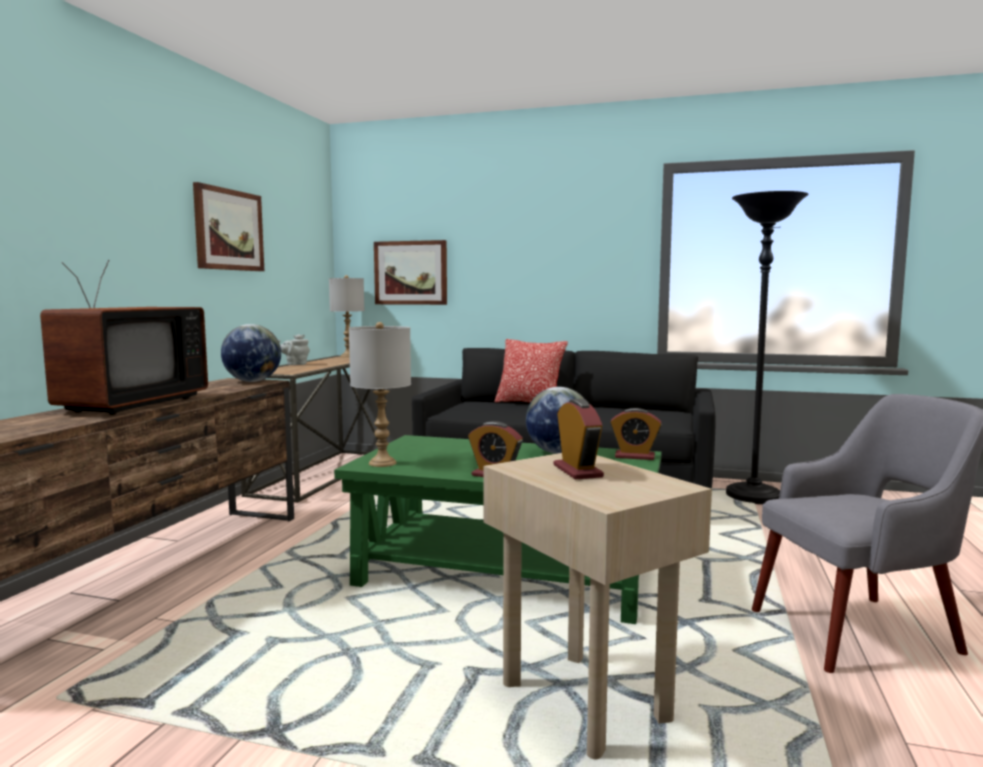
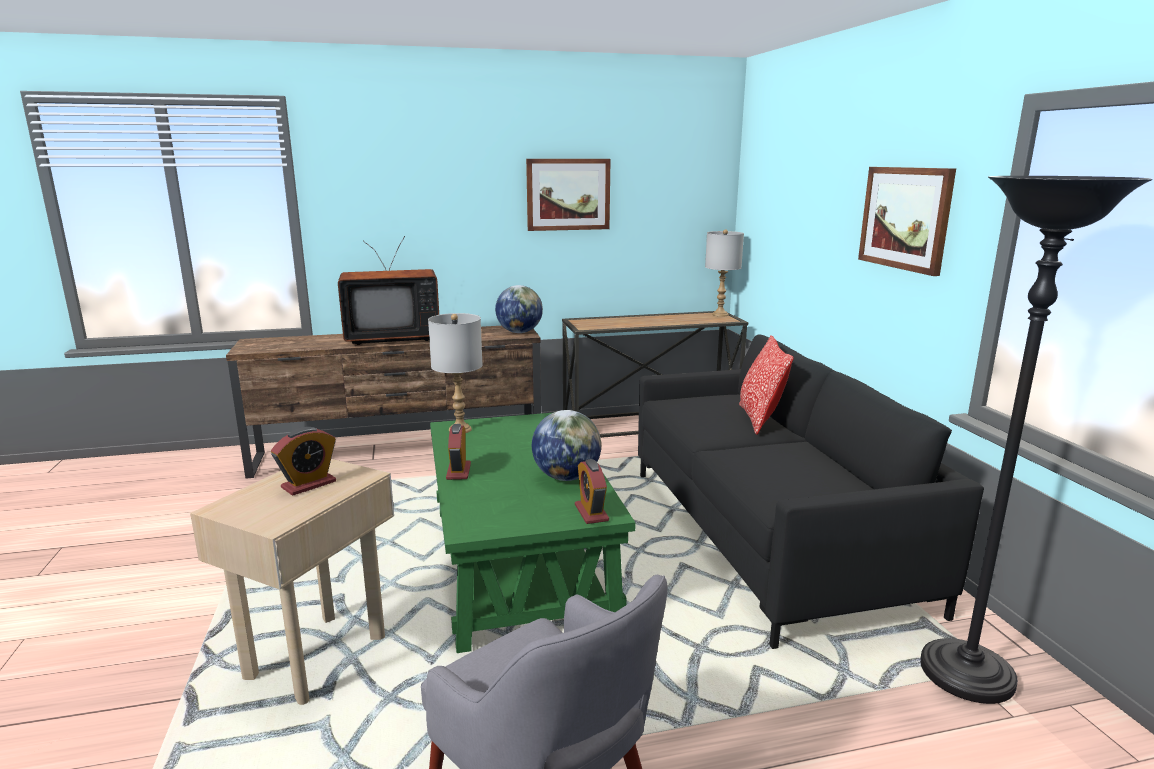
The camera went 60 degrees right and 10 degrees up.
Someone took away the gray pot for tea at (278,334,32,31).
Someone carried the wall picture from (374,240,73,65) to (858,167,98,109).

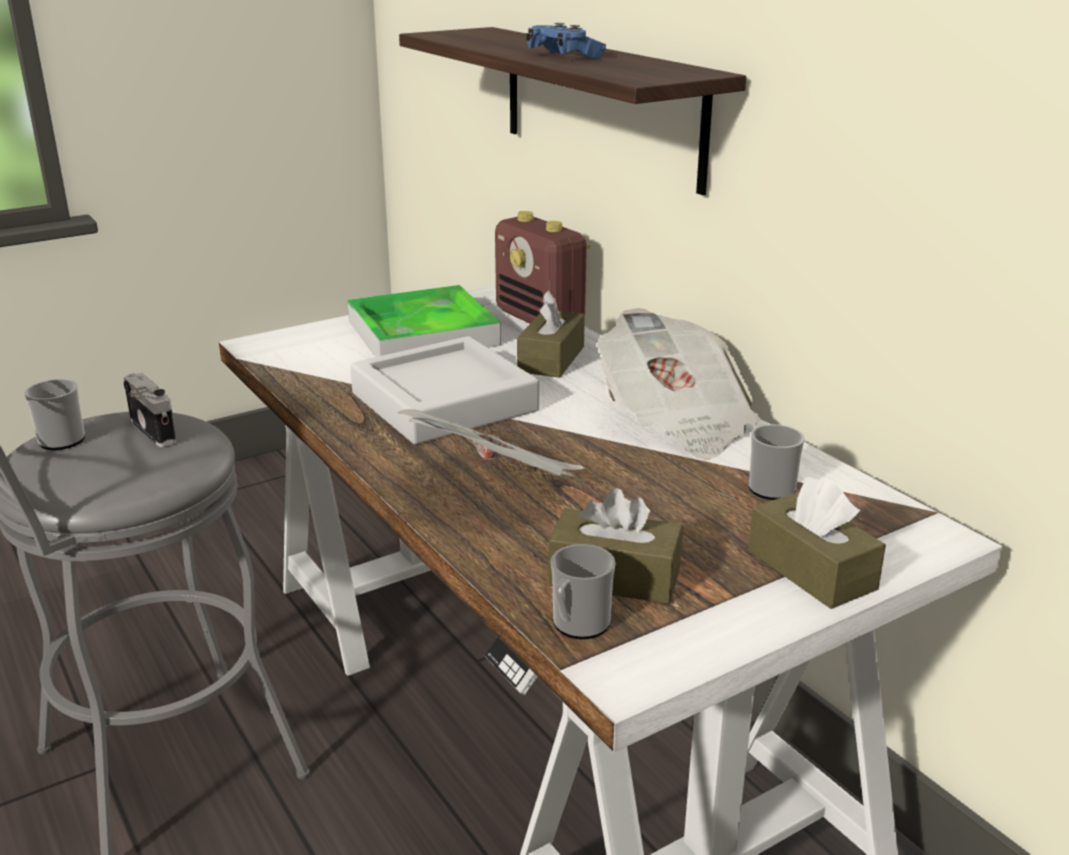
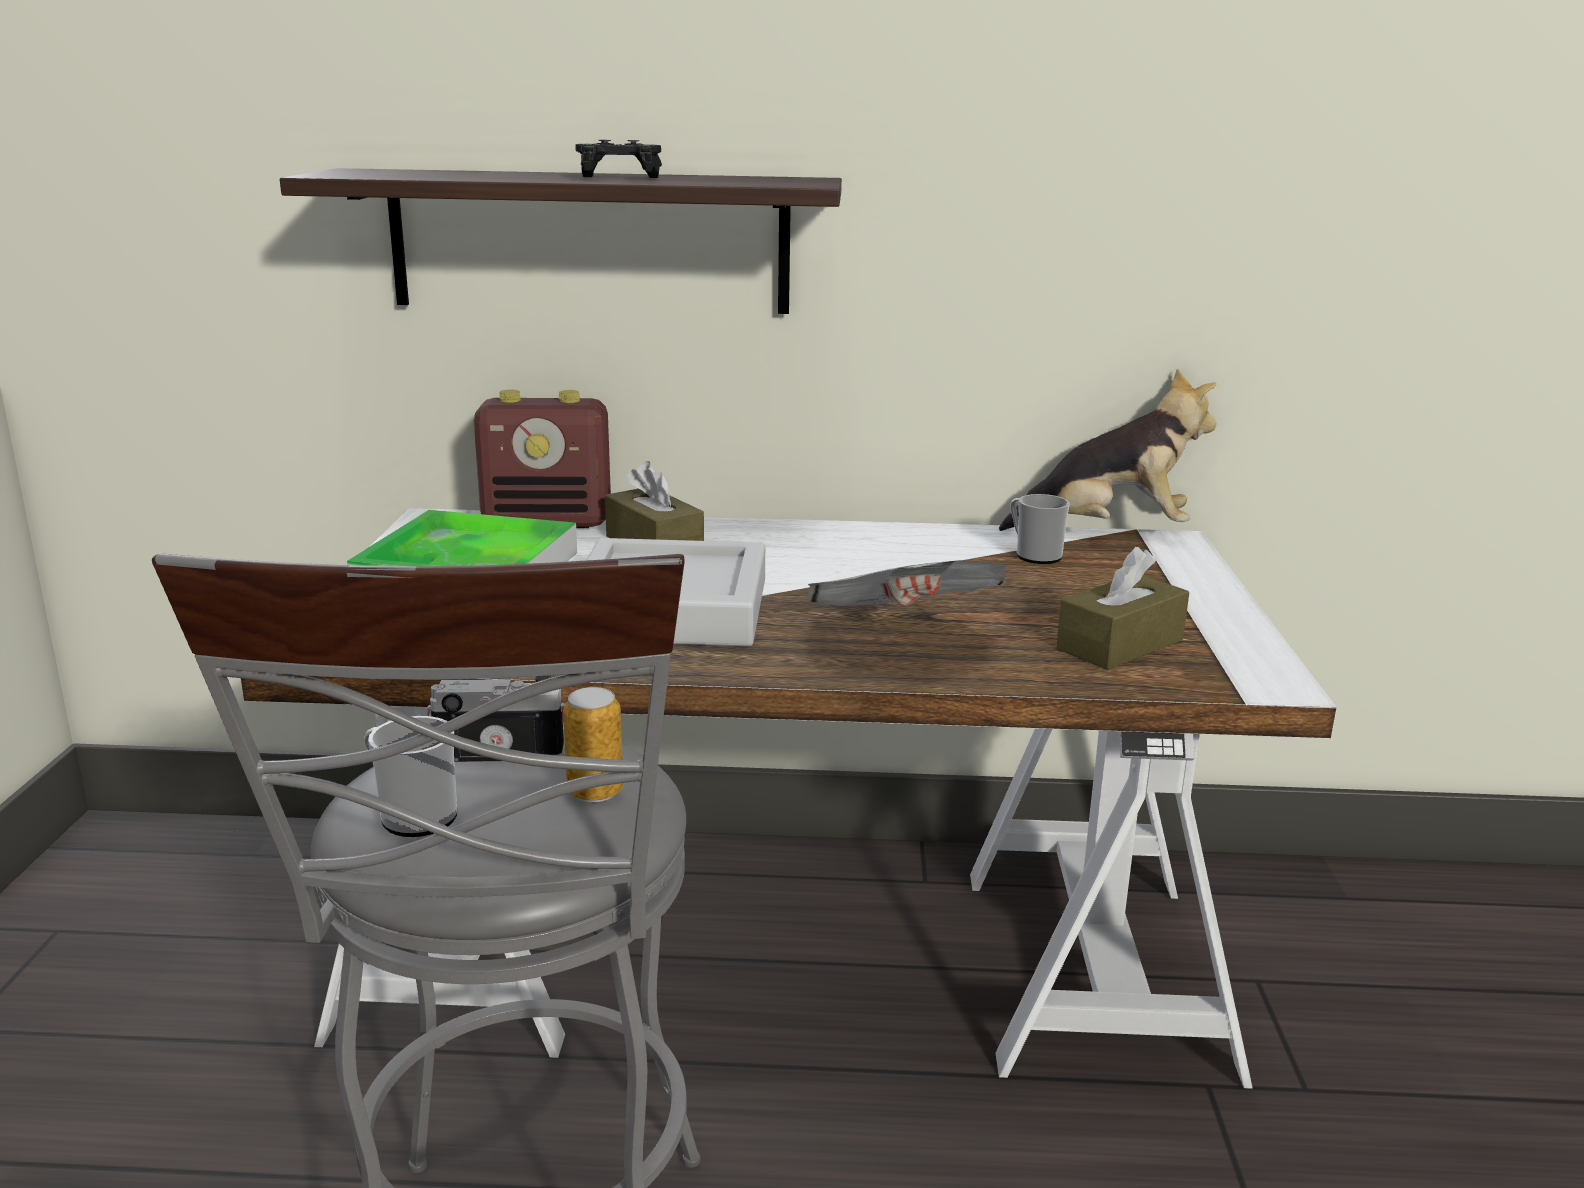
The camera went 55 degrees left and 5 degrees down.
Someone repainted the blue joypad at (526,23,80,36), which became the black joypad at (575,140,87,38).
Someone took away the tea mug at (551,544,64,95).
Someone took away the printed paper at (597,309,163,151).
Someone took away the brownish tissue box at (748,477,138,132).
Someone put down the metal can at (563,687,60,115).
Someone put down the plush toy at (999,369,218,162).

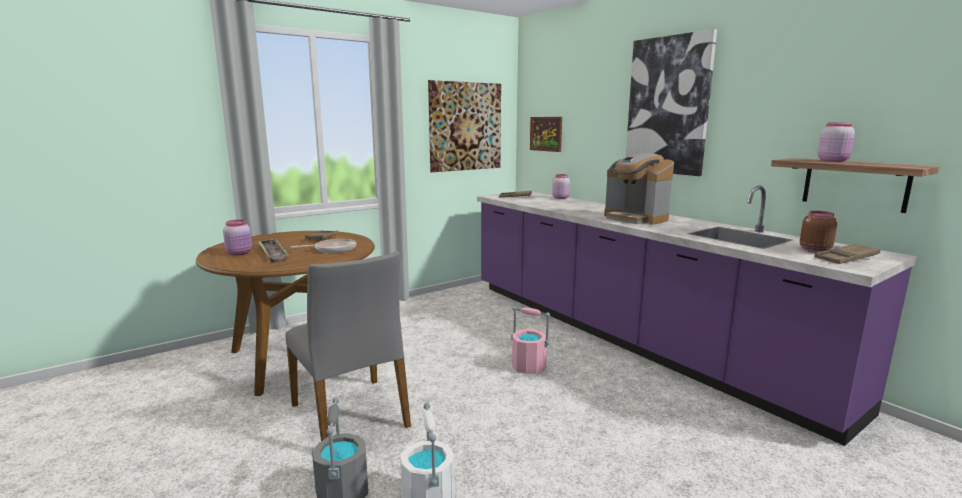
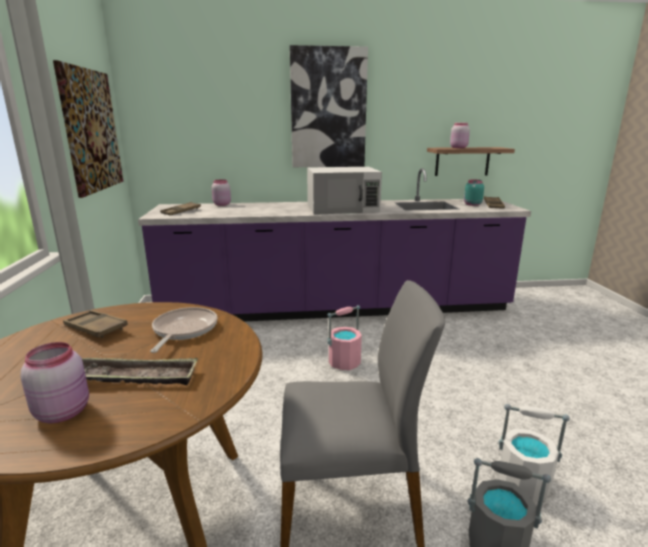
The camera went 60 degrees left and 5 degrees up.
Someone took away the wall picture at (530,117,32,35).
Someone swapped the coffee machine at (604,153,70,72) for the white microwave at (307,167,75,48).
Someone repainted the brownish storage jar at (800,211,37,42), which became the blue-green storage jar at (464,180,20,26).

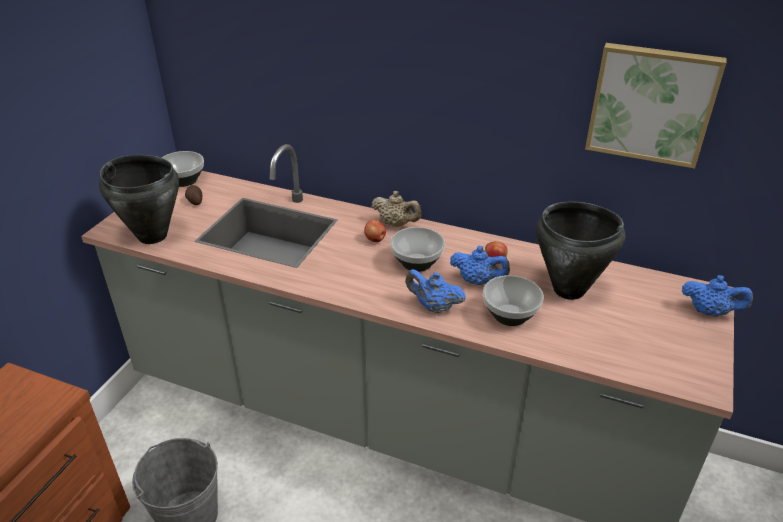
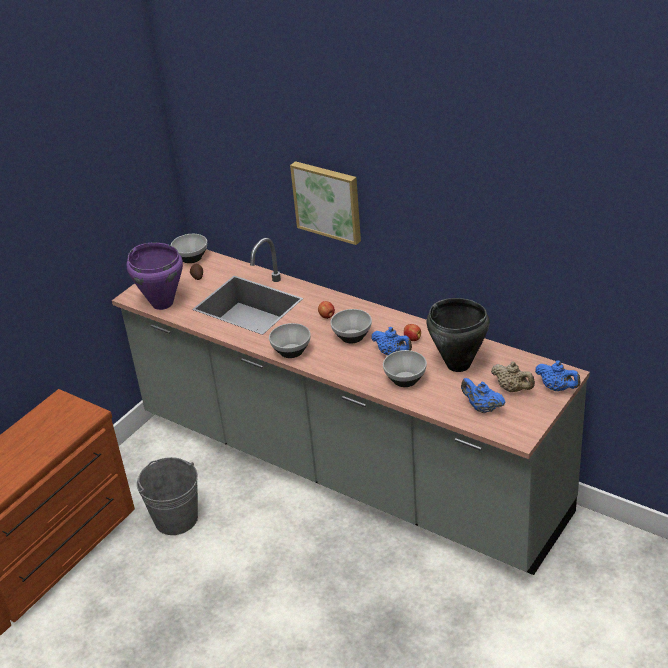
The camera went 15 degrees right and 0 degrees up.
Someone repainted the black saucepot at (99,155,80,89), which became the purplish saucepot at (127,242,56,68).
Someone carried the beige pot for tea from (371,191,50,36) to (491,361,44,31).
Someone carried the blue pot for tea from (405,269,61,45) to (461,378,44,35).
Someone carried the wall picture from (585,43,142,125) to (290,161,71,84).
Someone put down the serving bowl at (269,323,42,35).

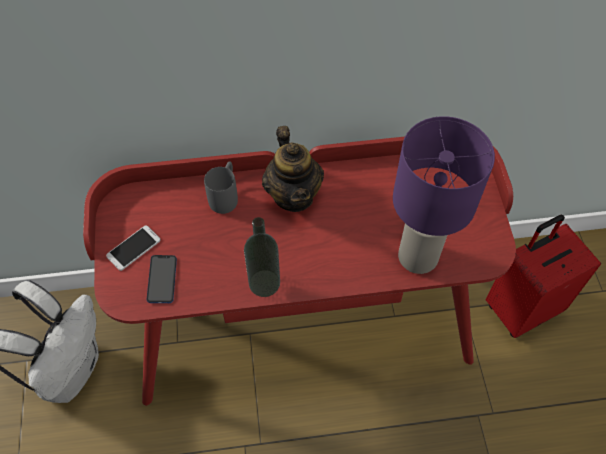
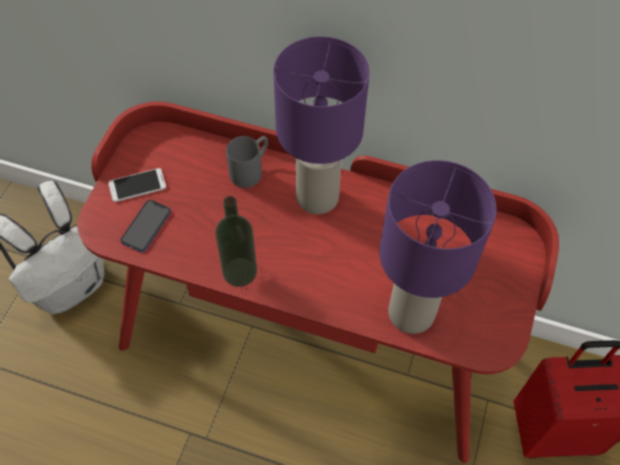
The camera went 25 degrees right and 0 degrees up.
Someone swapped the pot for tea at (262,126,62,86) for the purplish lamp for a table at (274,36,96,178).

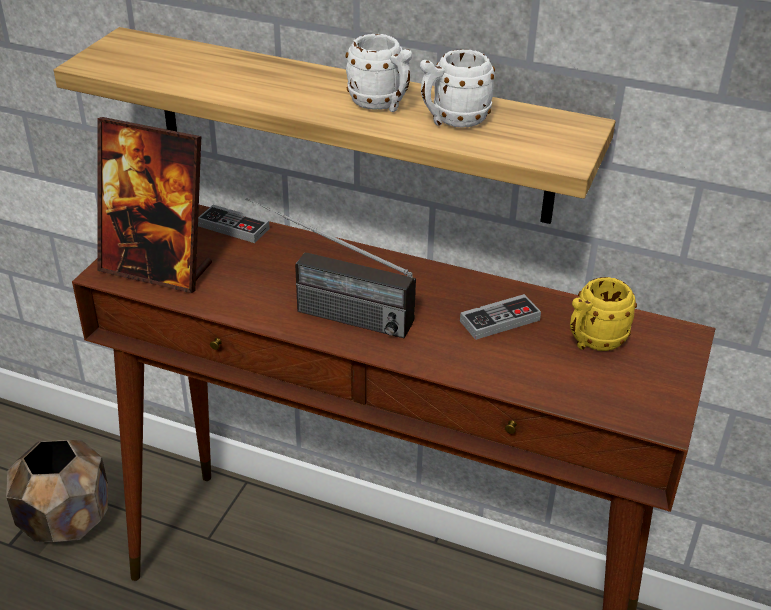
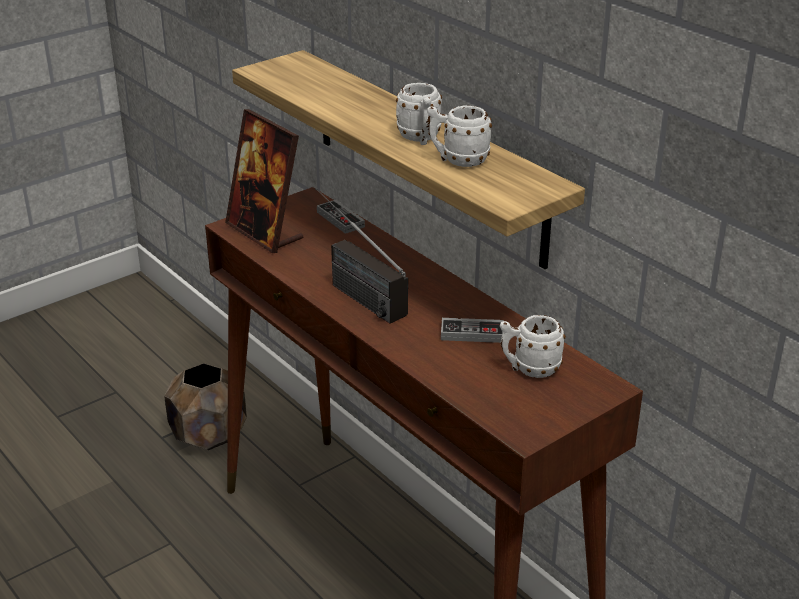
The camera went 30 degrees right and 5 degrees down.
Someone repainted the yellowish tea mug at (570,277,67,74), which became the white tea mug at (500,315,66,63).

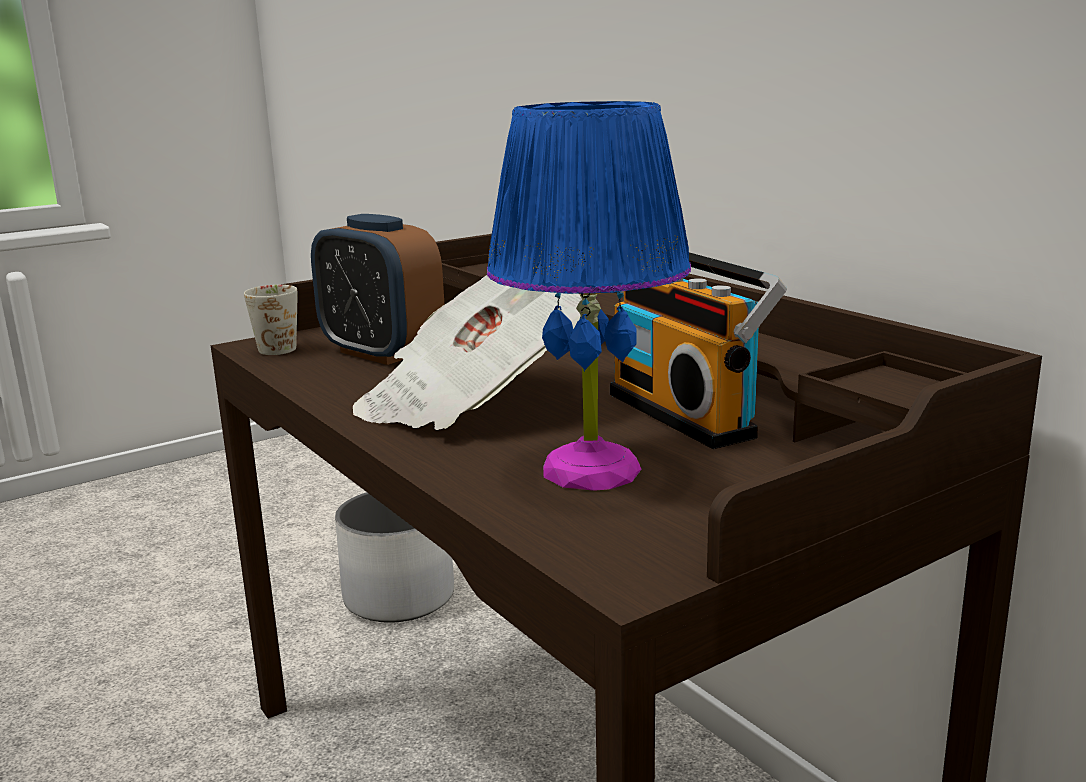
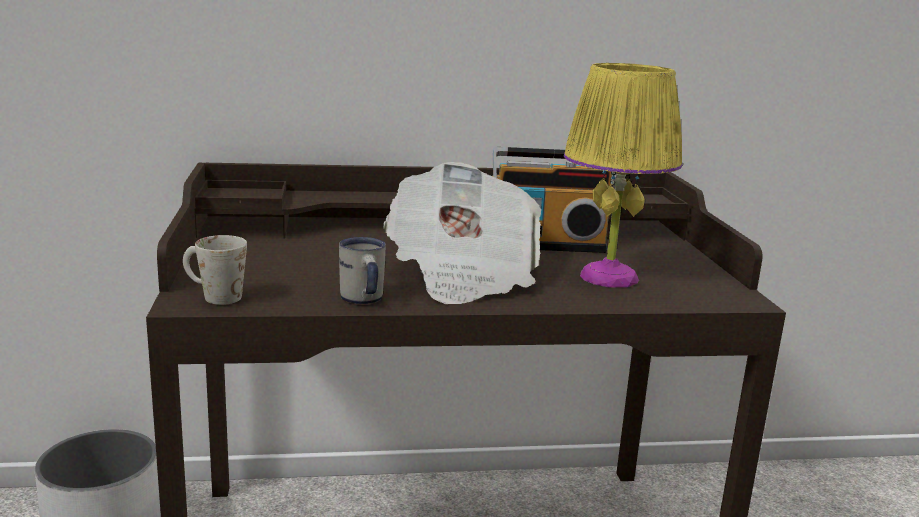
The camera went 65 degrees left and 0 degrees up.
Someone took away the bedside clock at (311,214,134,151).
Someone repainted the blue lamp for a table at (487,101,204,390), which became the yellowish lamp for a table at (564,63,119,225).
Someone put down the white tea mug at (339,237,47,67).

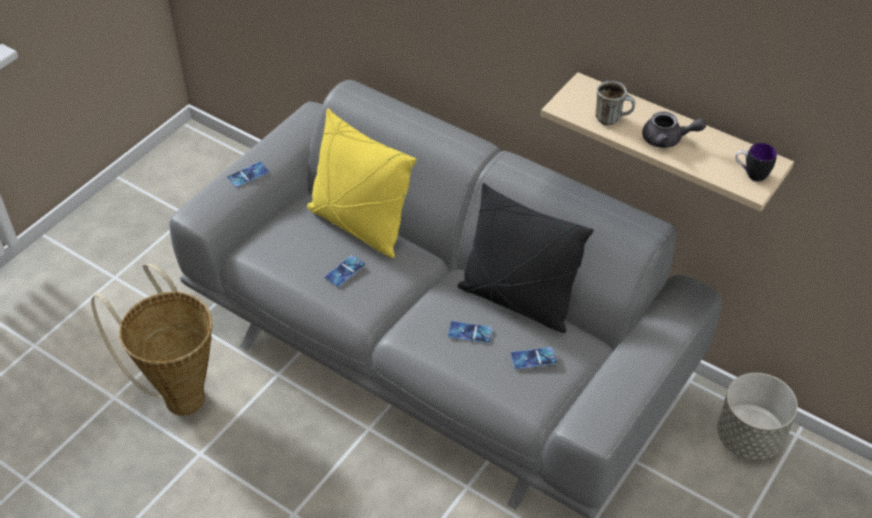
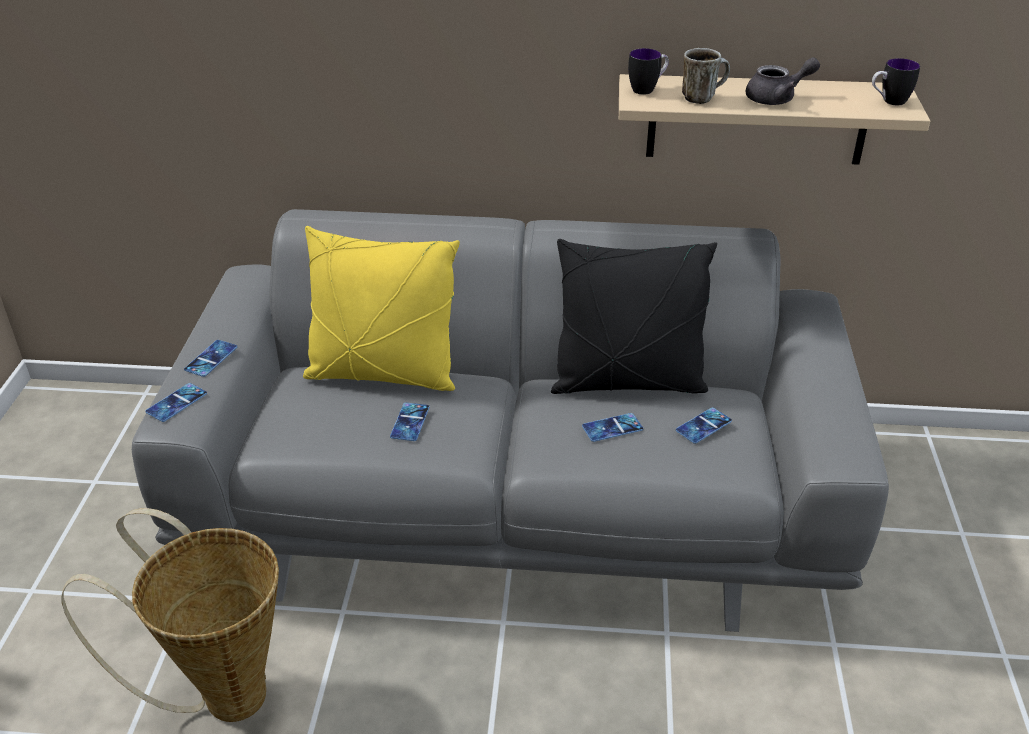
The camera went 30 degrees left and 10 degrees down.
Someone took away the gray plant pot at (717,373,81,87).
Someone put down the handset at (145,383,62,39).
Someone put down the tea mug at (628,48,41,47).

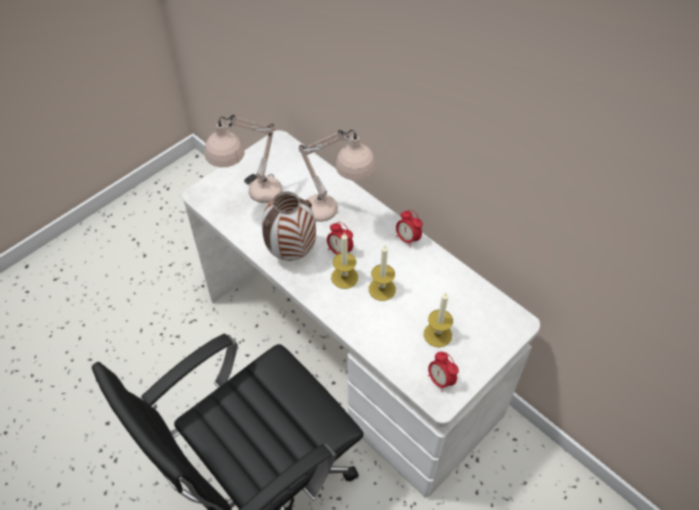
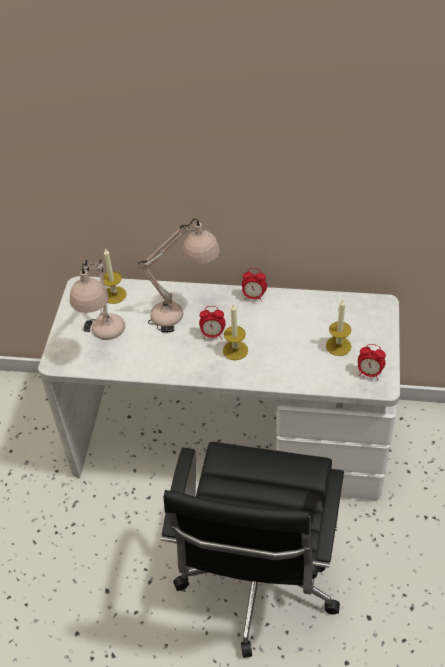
The camera went 35 degrees left and 5 degrees down.
Someone took away the flower vase at (262,192,54,69).
Someone carried the candle from (369,245,27,56) to (103,248,24,56).

